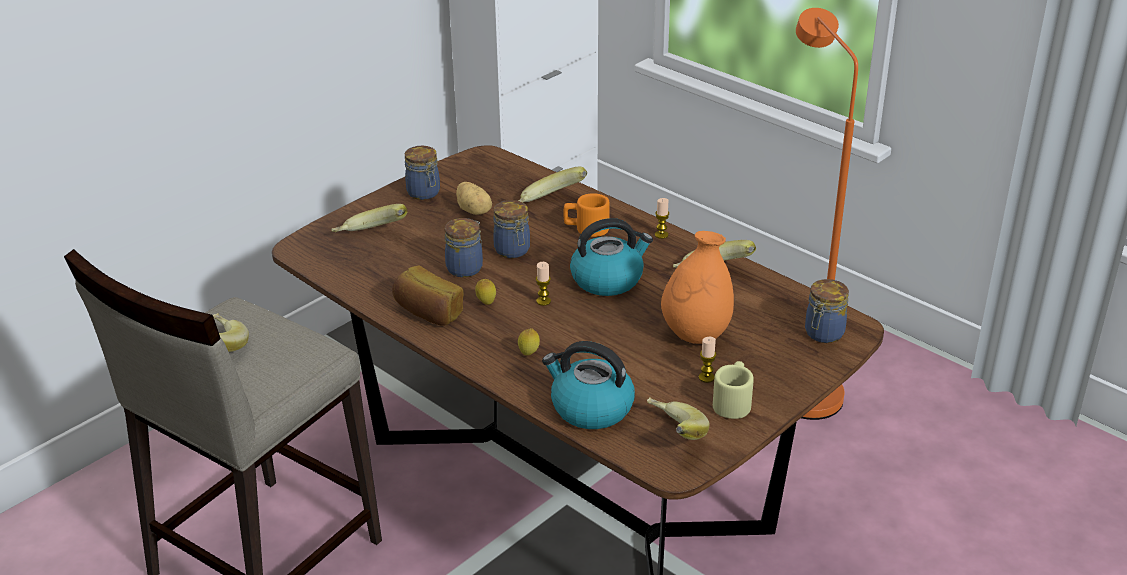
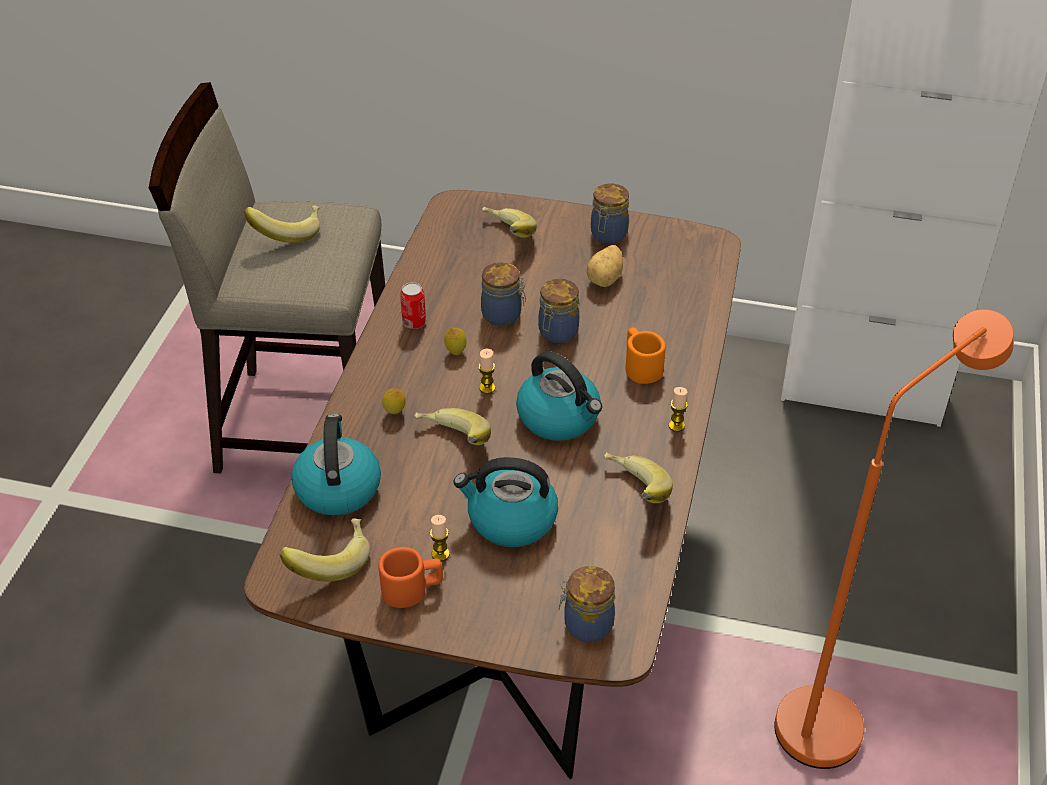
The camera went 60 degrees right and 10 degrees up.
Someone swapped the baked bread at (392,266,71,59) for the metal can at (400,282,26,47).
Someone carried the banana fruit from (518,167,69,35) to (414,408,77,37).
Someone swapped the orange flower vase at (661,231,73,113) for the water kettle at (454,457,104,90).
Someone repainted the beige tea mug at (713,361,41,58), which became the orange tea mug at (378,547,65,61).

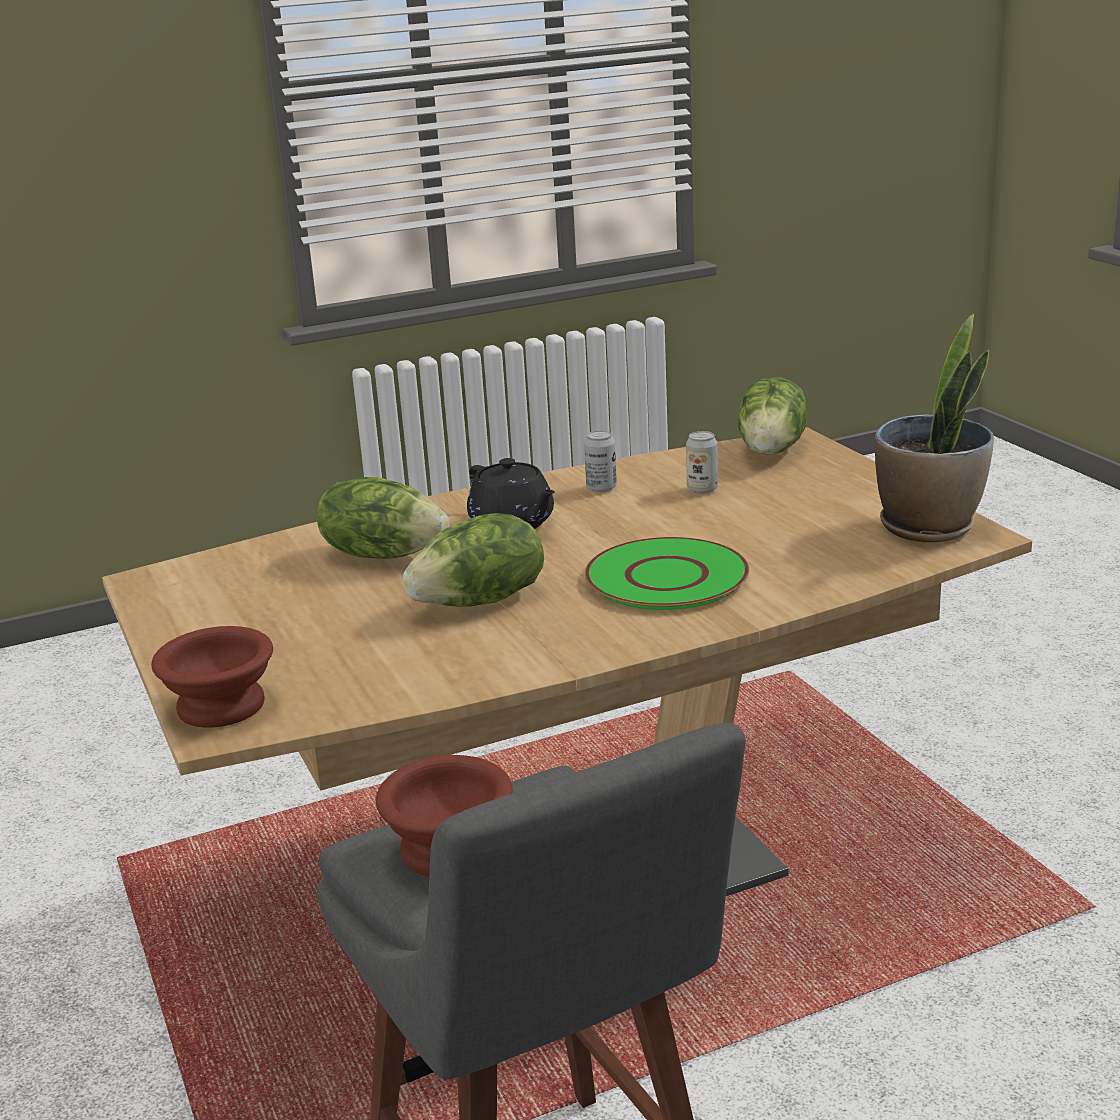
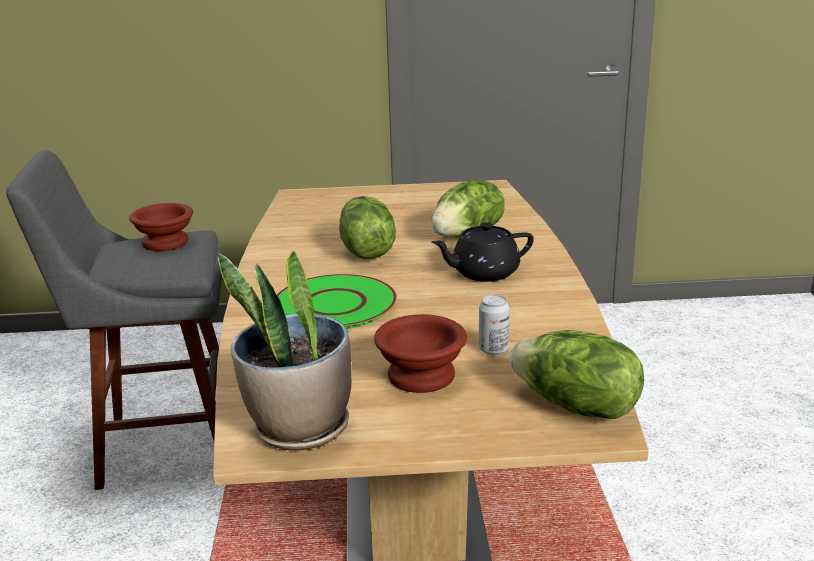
The camera went 110 degrees right and 0 degrees up.
Someone carried the brownish serving bowl from (151,626,122,102) to (374,314,93,79).
Someone took away the metal can at (584,430,33,62).

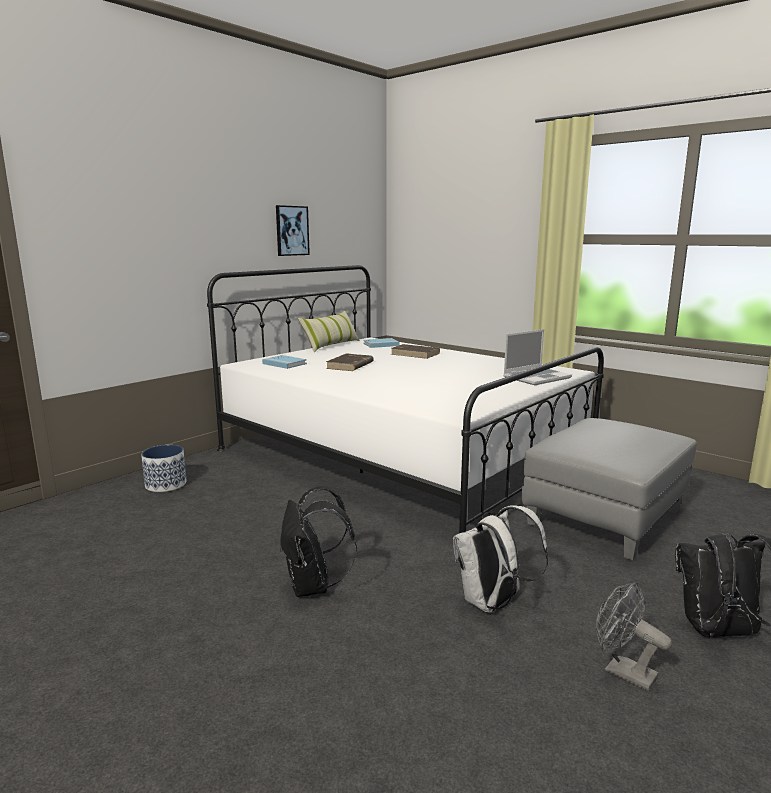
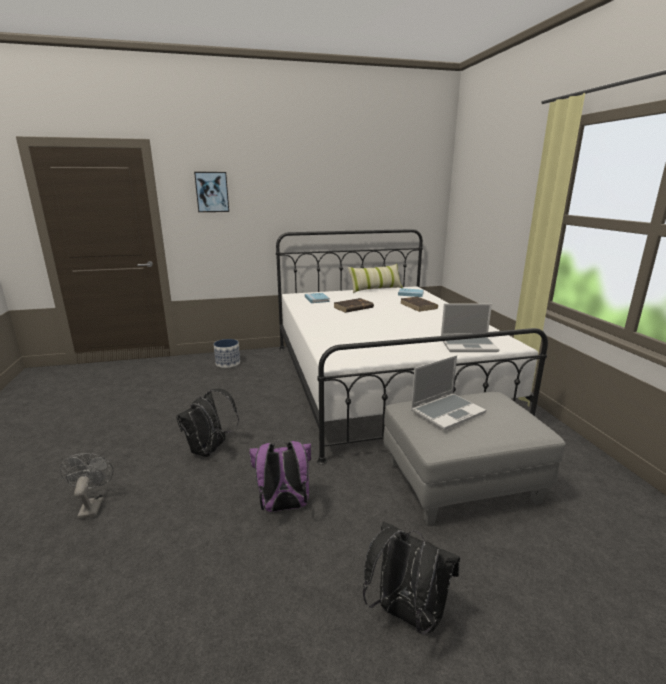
The camera went 35 degrees right and 5 degrees up.
Someone carried the wall picture from (276,205,34,51) to (194,172,35,40).
Someone repainted the white backpack at (453,505,95,108), which became the purplish backpack at (249,440,62,72).
Someone carried the gray fan from (595,582,77,109) to (60,453,53,66).
Someone put down the portable computer at (411,355,75,75).

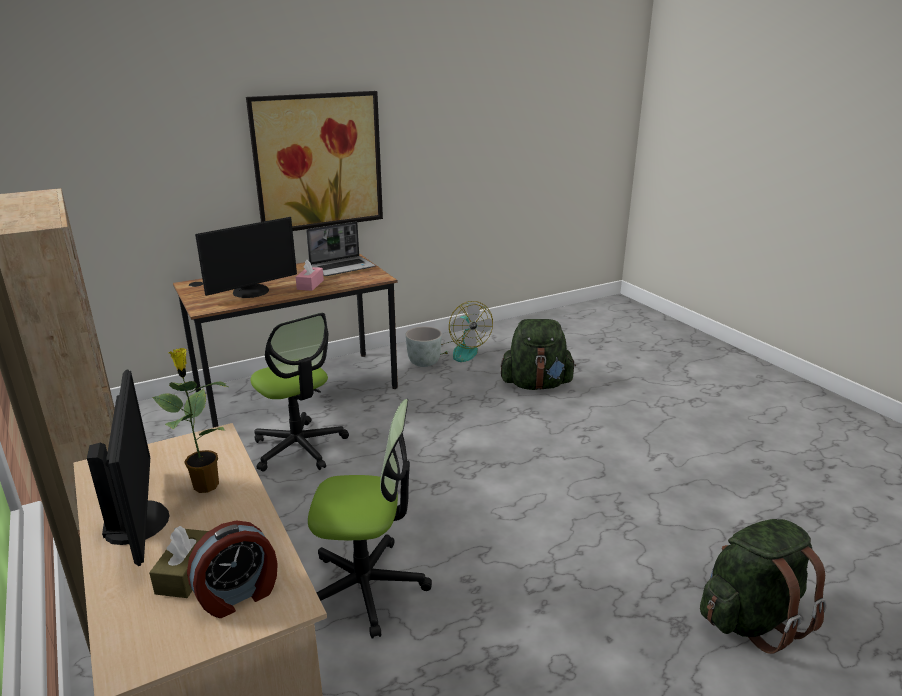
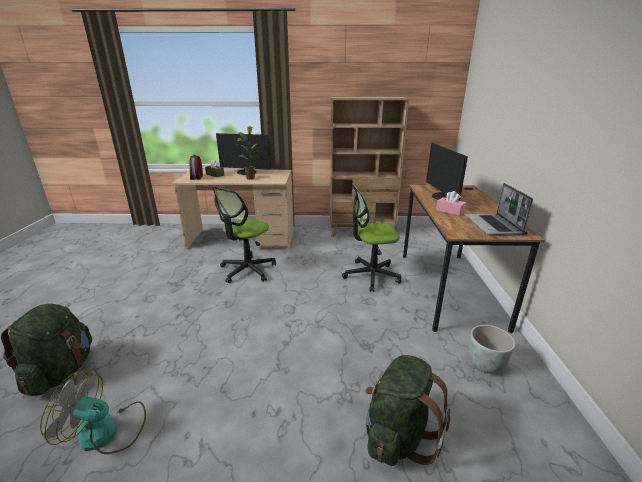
The camera went 120 degrees right and 0 degrees up.
Someone took away the wall picture at (246,91,137,140).
Someone carried the fan from (440,301,53,61) to (40,369,106,85).

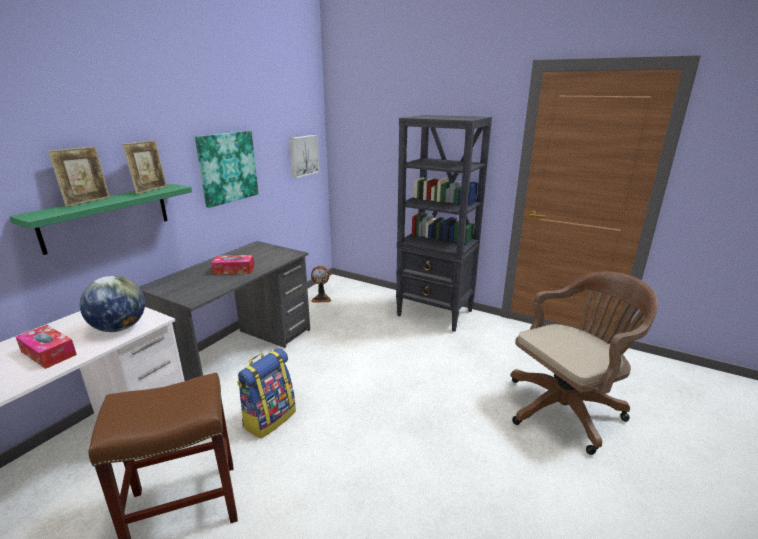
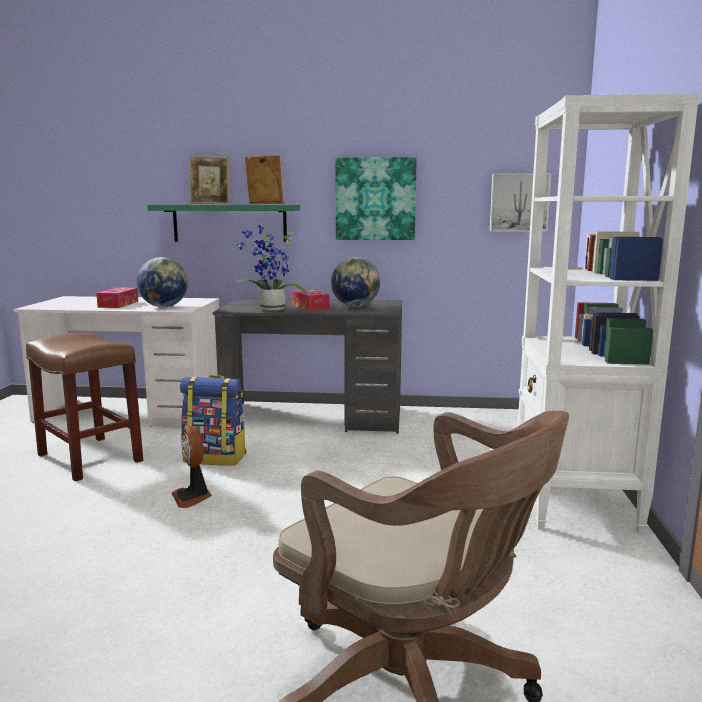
The camera went 65 degrees right and 10 degrees down.
Someone rotated the photo frame at (122,140,45,54) by 150 degrees counterclockwise.
Someone carried the fan from (311,266,20,37) to (172,426,40,82).
Someone repainted the black bookshelf at (396,115,96,217), which became the white bookshelf at (518,93,181,441).
Someone put down the plant in a pot at (237,225,69,86).
Someone put down the desk globe at (331,257,49,50).

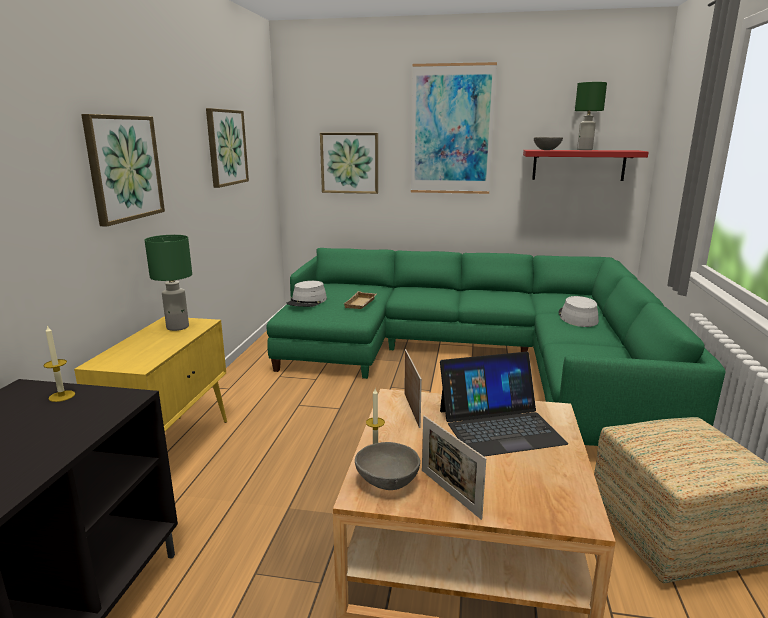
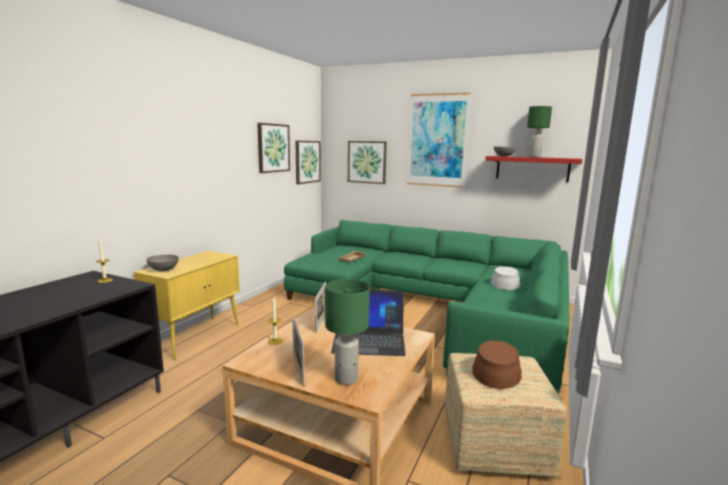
The camera went 15 degrees right and 5 degrees down.
Someone carried the wall picture from (81,114,84,113) to (296,141,25,43).
Someone carried the greenish lamp for a table from (145,235,47,96) to (325,279,45,106).
Someone took away the gray hat at (287,281,40,26).
Someone carried the gray serving bowl from (355,442,65,48) to (146,255,33,16).
Someone put down the brownish hat at (472,340,50,49).

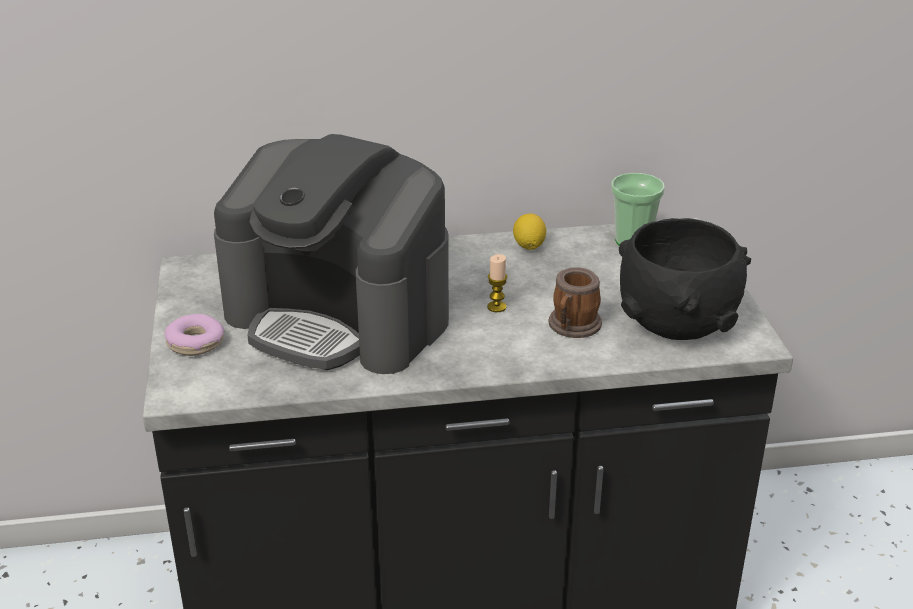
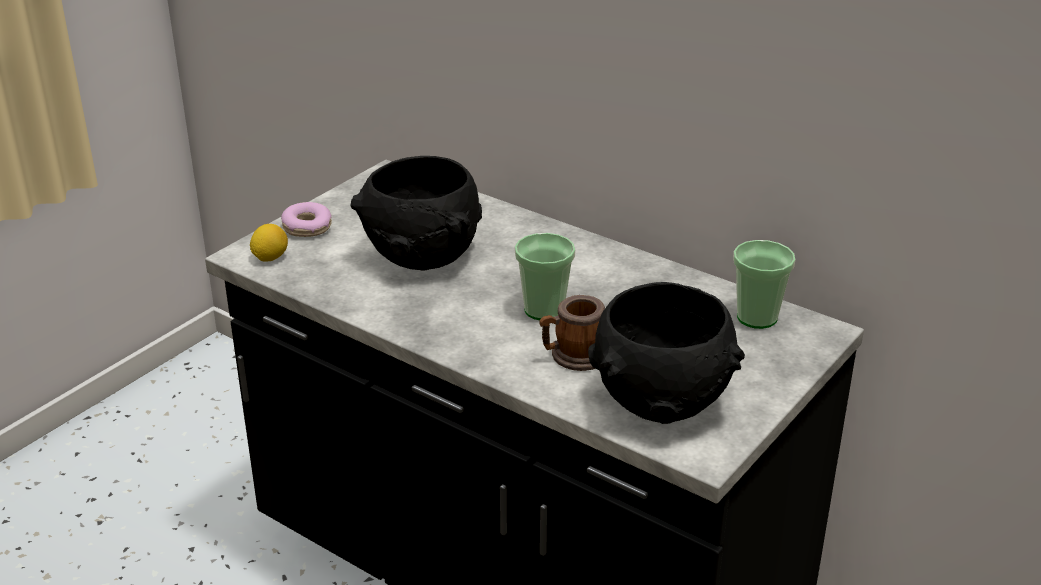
The camera went 45 degrees right and 0 degrees up.
Someone swapped the coffee machine at (214,134,235,240) for the black serving bowl at (350,156,132,115).
Someone swapped the candle at (487,254,21,58) for the drinking cup at (515,233,60,87).
Someone carried the whole lemon from (513,213,33,37) to (250,224,38,38).

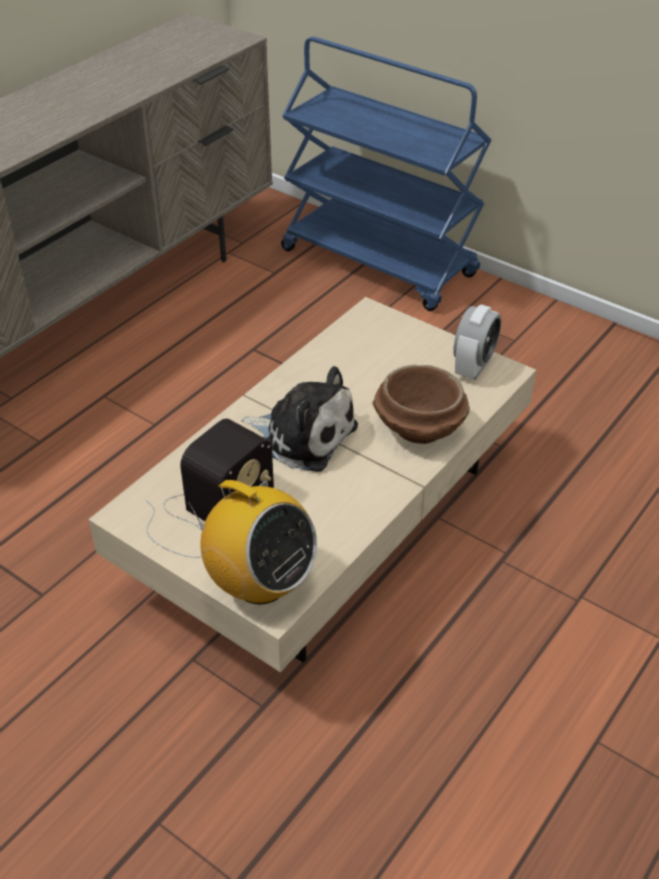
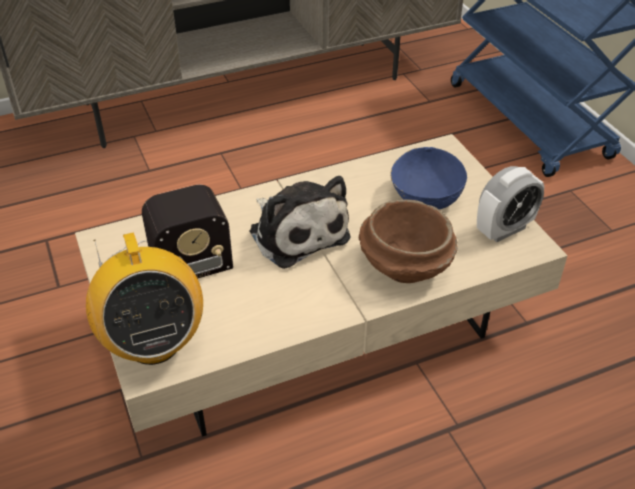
The camera went 30 degrees right and 0 degrees up.
Someone put down the blue serving bowl at (390,147,77,63).

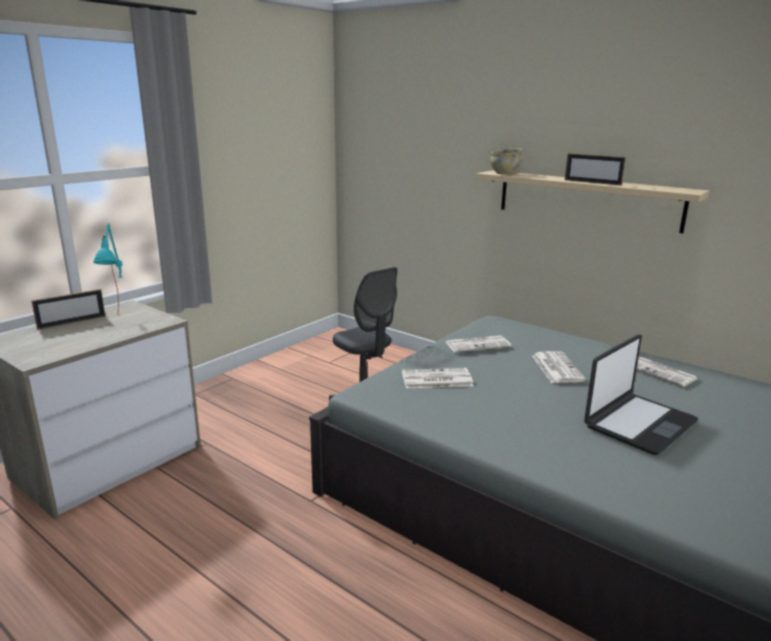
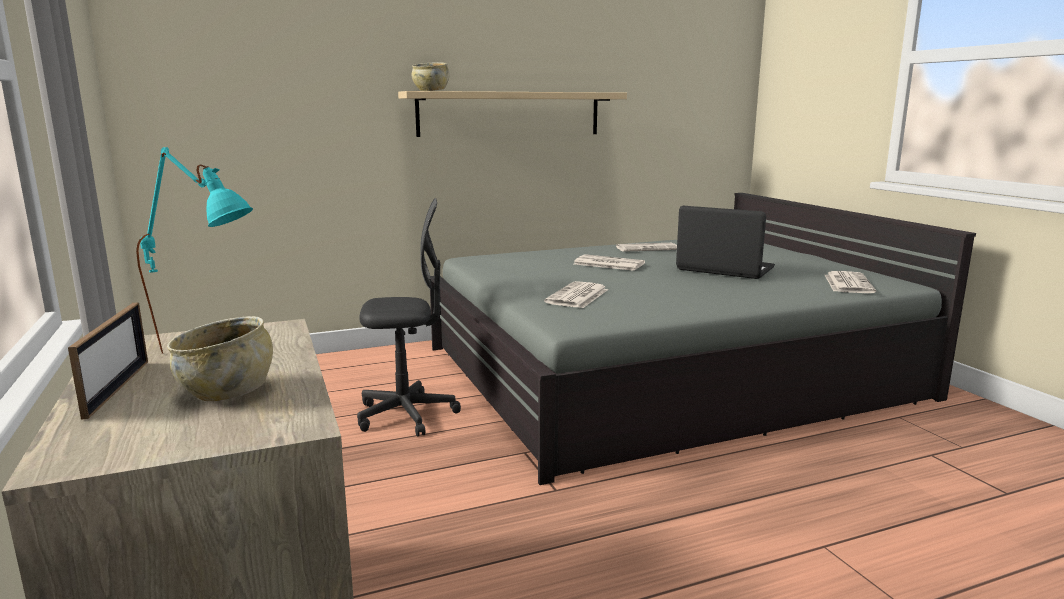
The camera went 60 degrees left and 5 degrees down.
Someone carried the printed paper from (446,336,66,16) to (825,271,51,22).
Someone took away the photo frame at (565,153,61,32).
Someone rotated the portable computer at (584,334,114,121) by 45 degrees counterclockwise.
Someone put down the beige serving bowl at (167,316,106,85).

